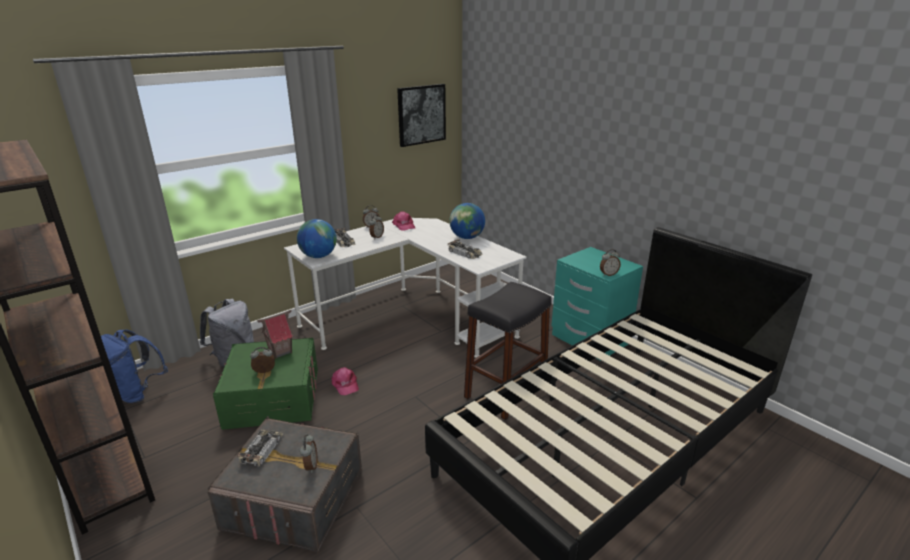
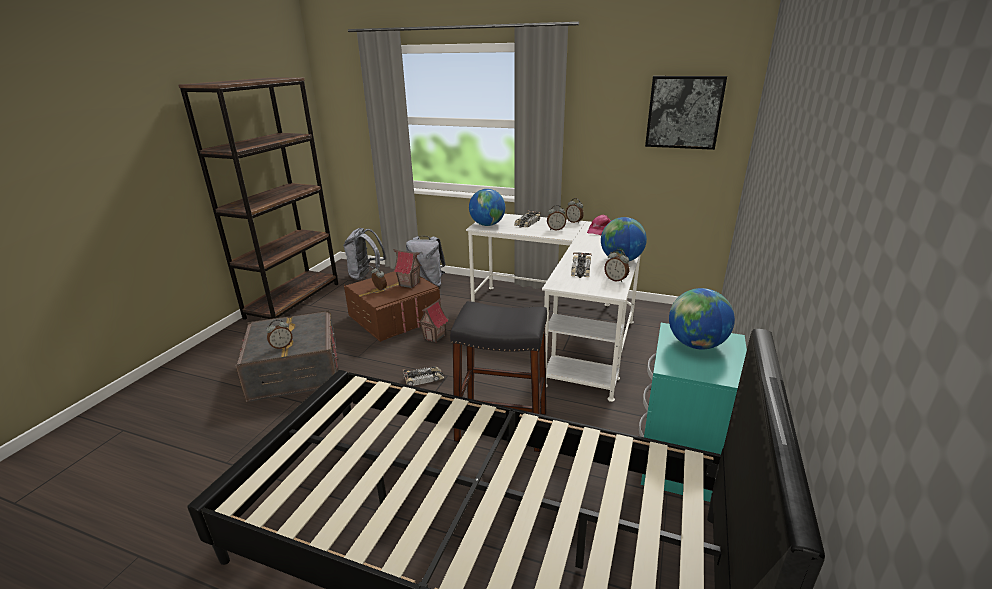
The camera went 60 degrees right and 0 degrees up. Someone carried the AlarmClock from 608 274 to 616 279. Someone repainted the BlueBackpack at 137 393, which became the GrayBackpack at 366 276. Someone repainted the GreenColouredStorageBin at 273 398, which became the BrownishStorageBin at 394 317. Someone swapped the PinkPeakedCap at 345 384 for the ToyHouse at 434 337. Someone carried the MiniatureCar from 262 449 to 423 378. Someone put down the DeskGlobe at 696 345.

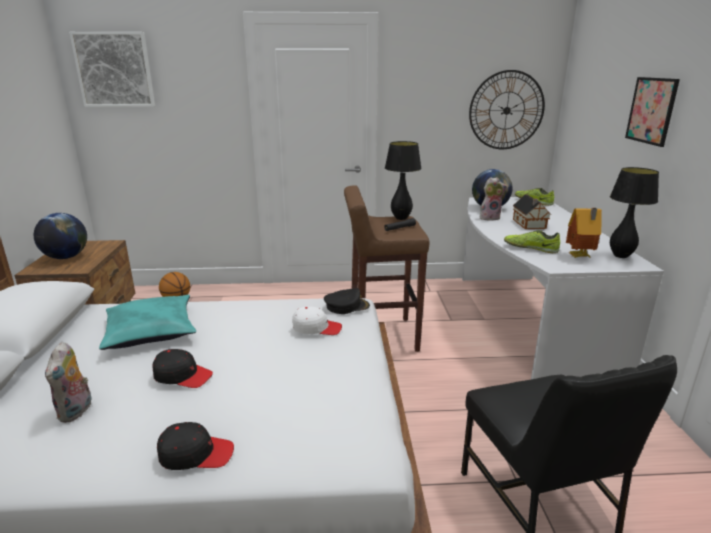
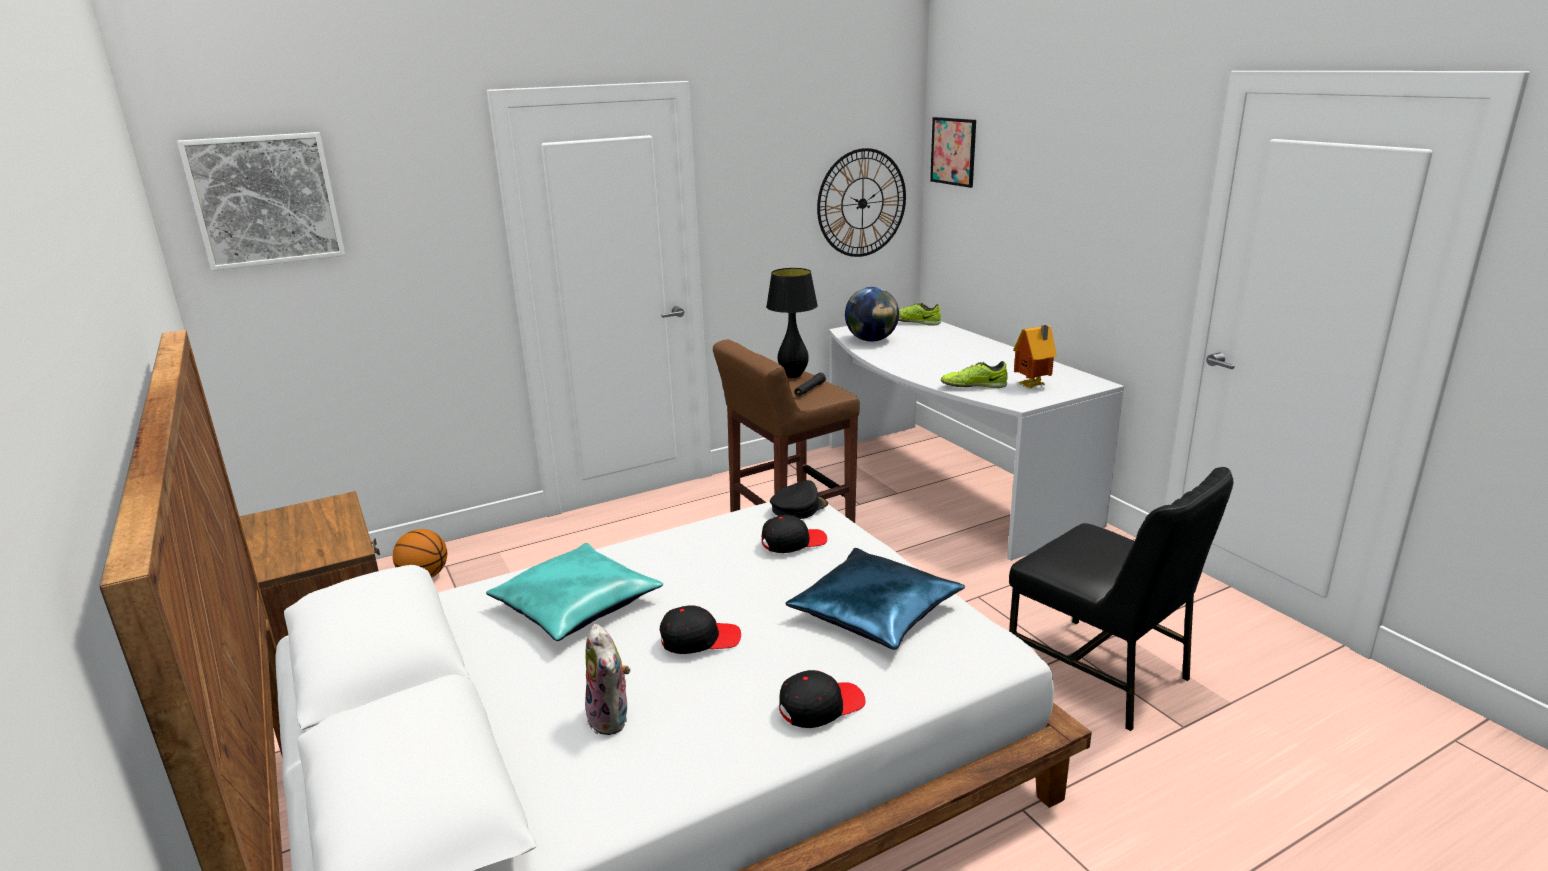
The camera went 25 degrees left and 0 degrees up. Someone carried the WallArt from 651 110 to 953 151. Someone took away the BlackTabletopLamp at 620 256. Someone took away the SoftToy at 490 218. Someone took away the ToyHouse at 529 224. Someone took away the DeskGlobe at 66 257. Someone repainted the WhiteColouredPeakedCap at 316 328, which became the BlackPeakedCap at 793 542. Someone put down the BluePillow at 873 612.

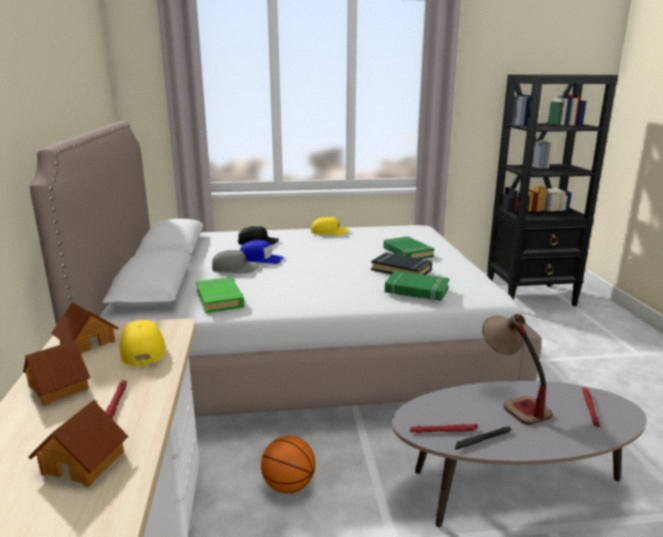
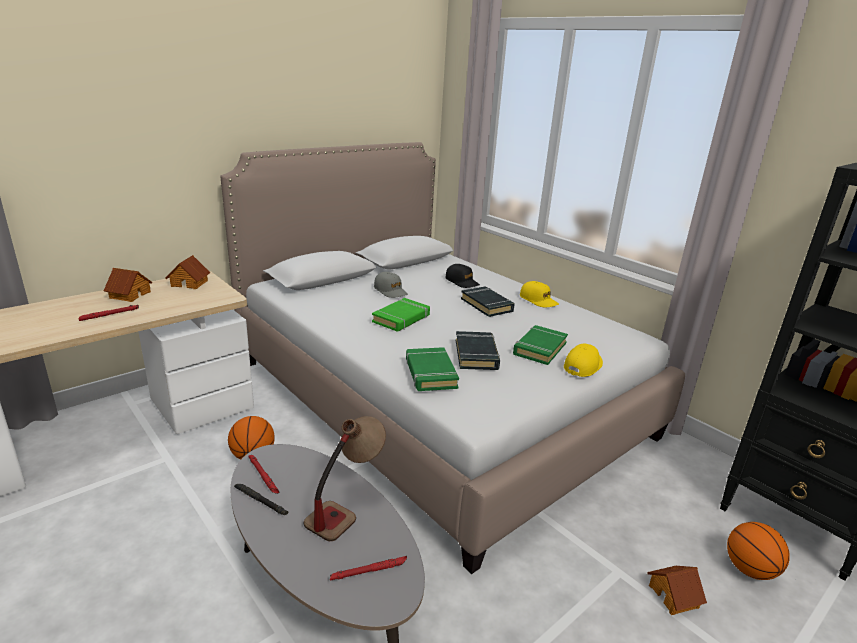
The camera went 55 degrees right and 5 degrees up. Someone took away the BluePeakedCap at 261 259. Someone carried the GreenColouredBoundBook from 220 299 to 401 319. Someone carried the YellowColouredPeakedCap from 142 350 to 583 366. Someone carried the ToyHouse from 84 461 to 674 596. Someone put down the BlackBoundBook at 487 305. Someone put down the BallForBasketball at 749 569.

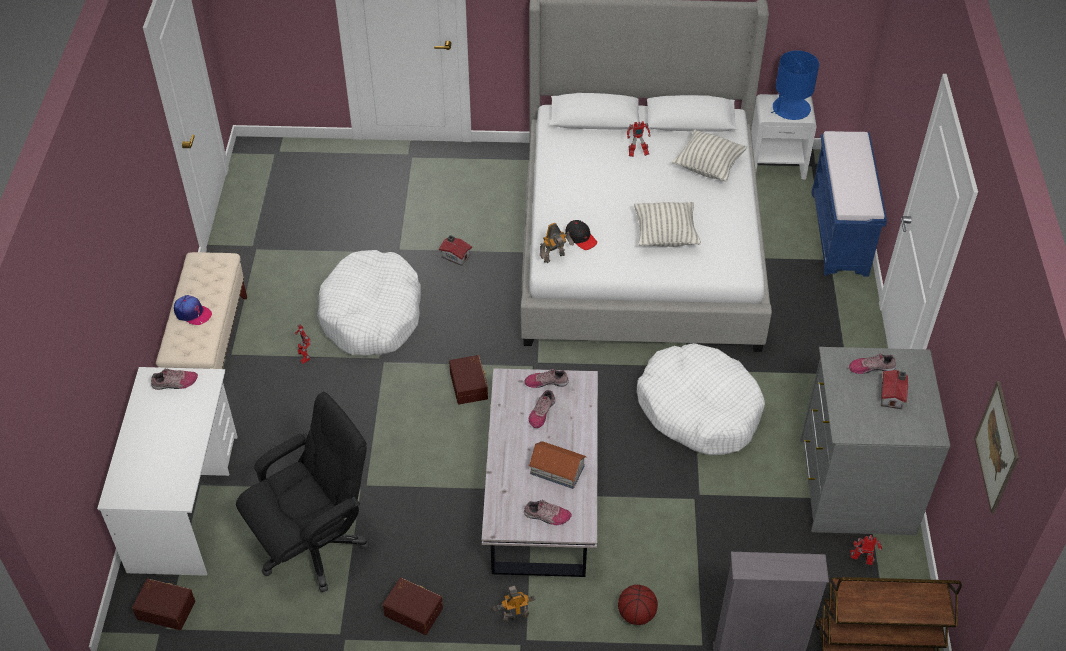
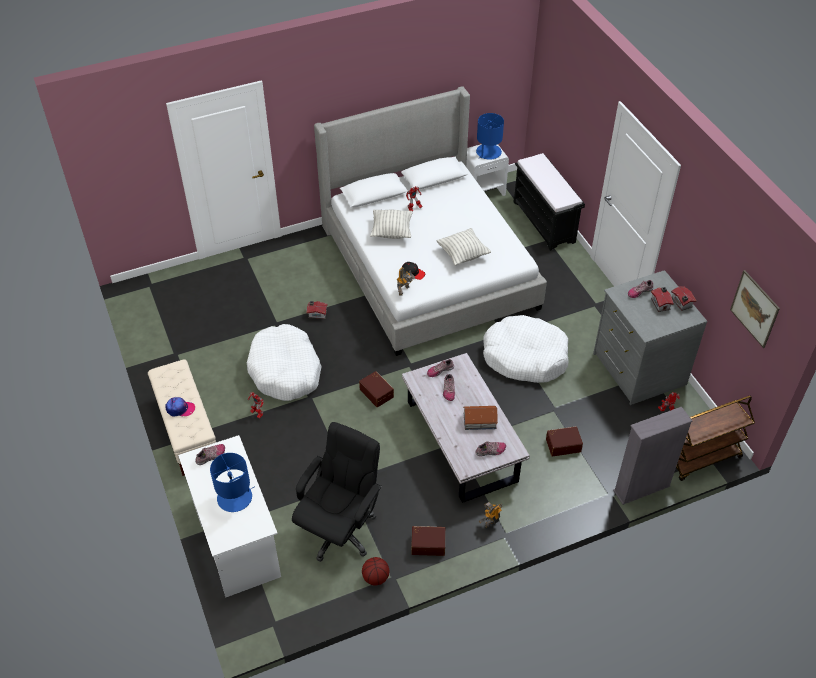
The camera went 25 degrees left and 0 degrees up. Someone carried the Pillow from 708 167 to 392 232. Someone repainted the BlueIndoorBench at 840 234, which became the BlackIndoorBench at 544 222. Someone carried the BrownishStorageBin from 166 608 to 563 444. Someone carried the BallForBasketball from 636 614 to 375 578. Someone put down the ToyHouse at 681 303. Someone put down the BlueTabletopLamp at 235 497.

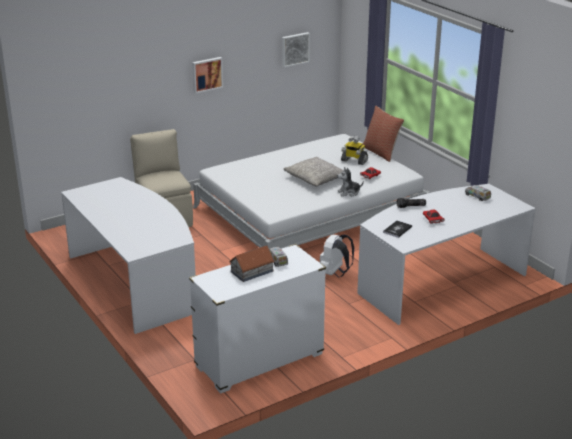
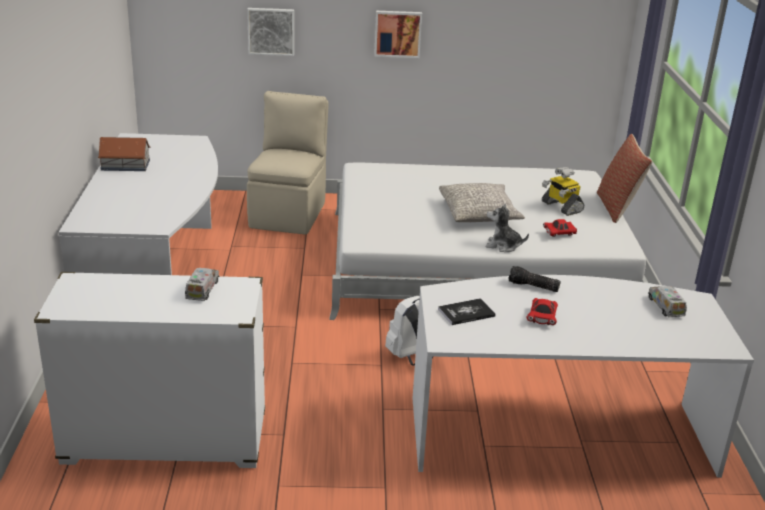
The camera went 30 degrees right and 0 degrees up. Someone carried the WallArt from 294 49 to 271 31. Someone carried the ToyHouse from 251 271 to 125 165.

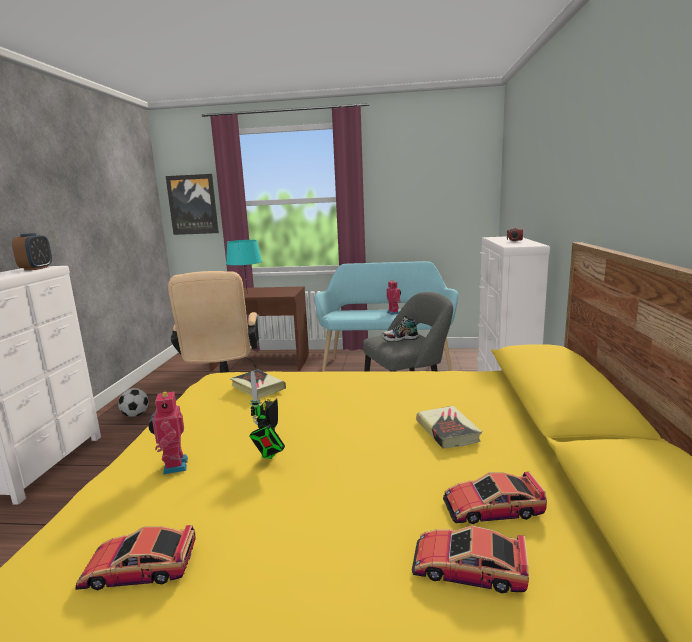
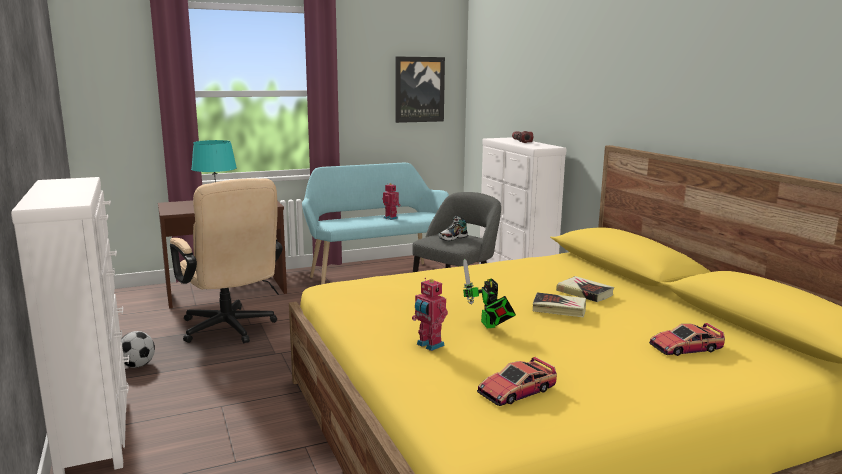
The camera went 30 degrees left and 0 degrees up. Someone carried the WallArt from 193 204 to 419 89. Someone took away the AlarmClock at 36 268. Someone carried the BoundBook from 257 387 to 559 309. Someone took away the MiniatureCar at 492 508.

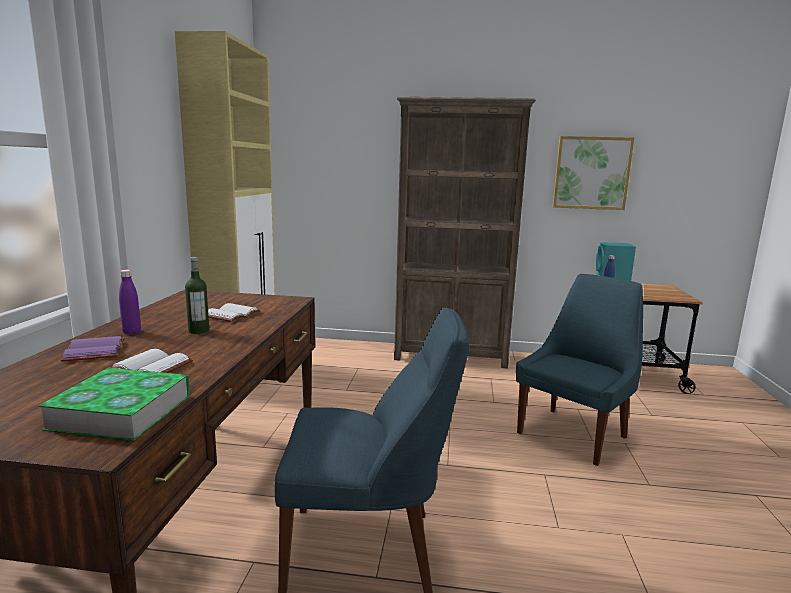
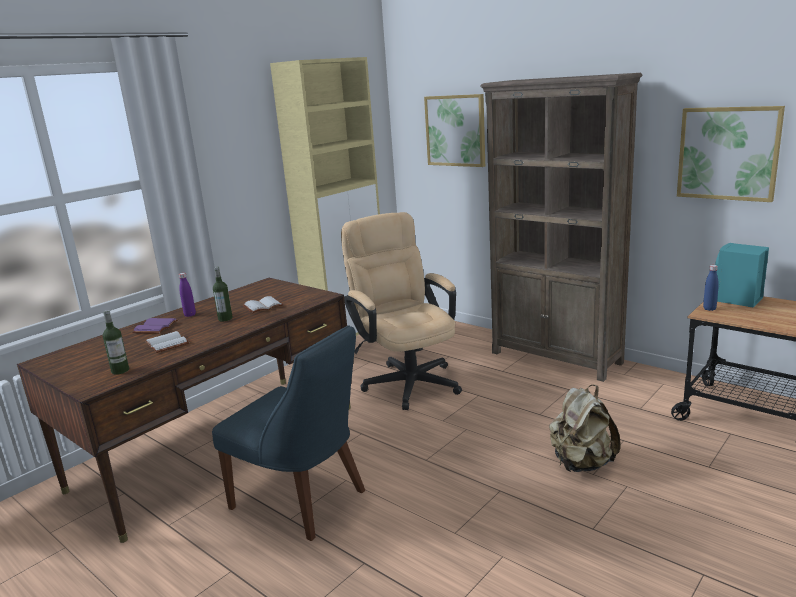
The camera went 35 degrees right and 5 degrees up. Someone swapped the BlueUprightChair at 574 434 for the BeigeColouredBackpack at 581 463. Someone swapped the BoundBook at 122 411 for the Bottle at 120 371. Someone put up the WallArt at 455 130. Someone put down the BeigeColouredOfficeChair at 407 380.

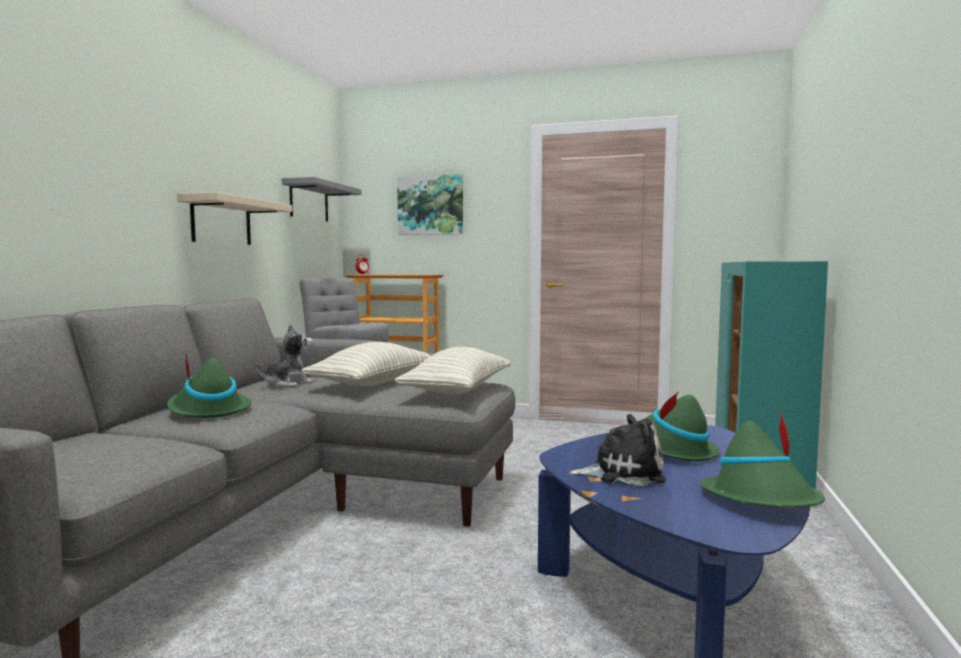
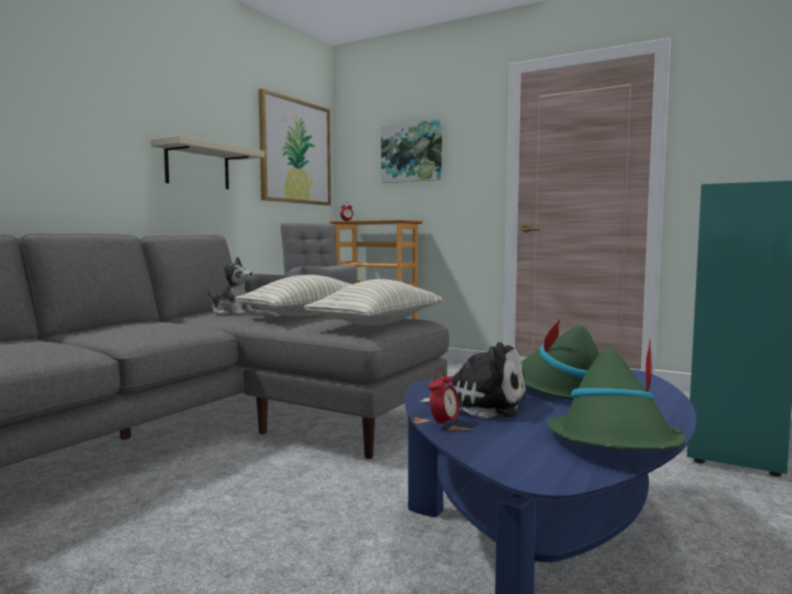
The camera went 15 degrees right and 0 degrees up. Someone swapped the GrayShelf at 309 201 for the WallArt at 295 152. Someone rotated the SoftToy at 287 383 by 45 degrees clockwise. Someone took away the GreenColouredHat at 208 410. Someone put down the AlarmClock at 444 424.

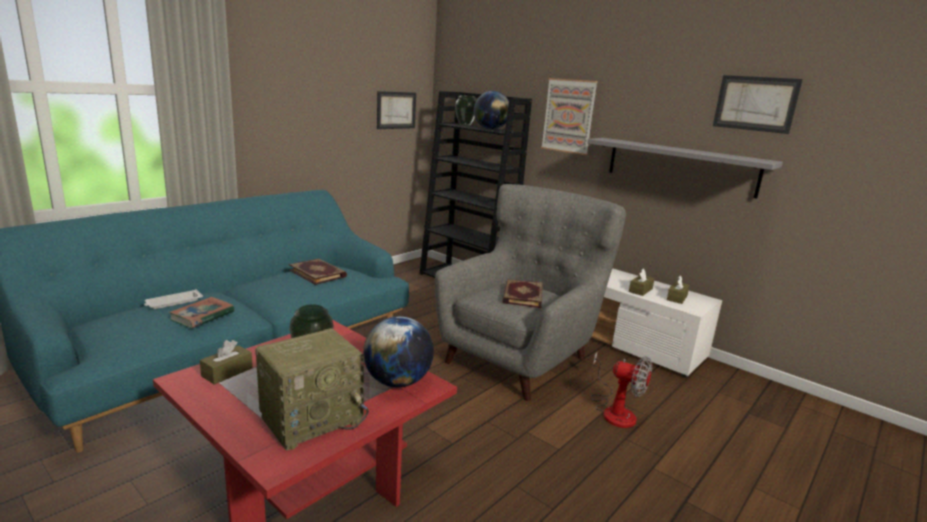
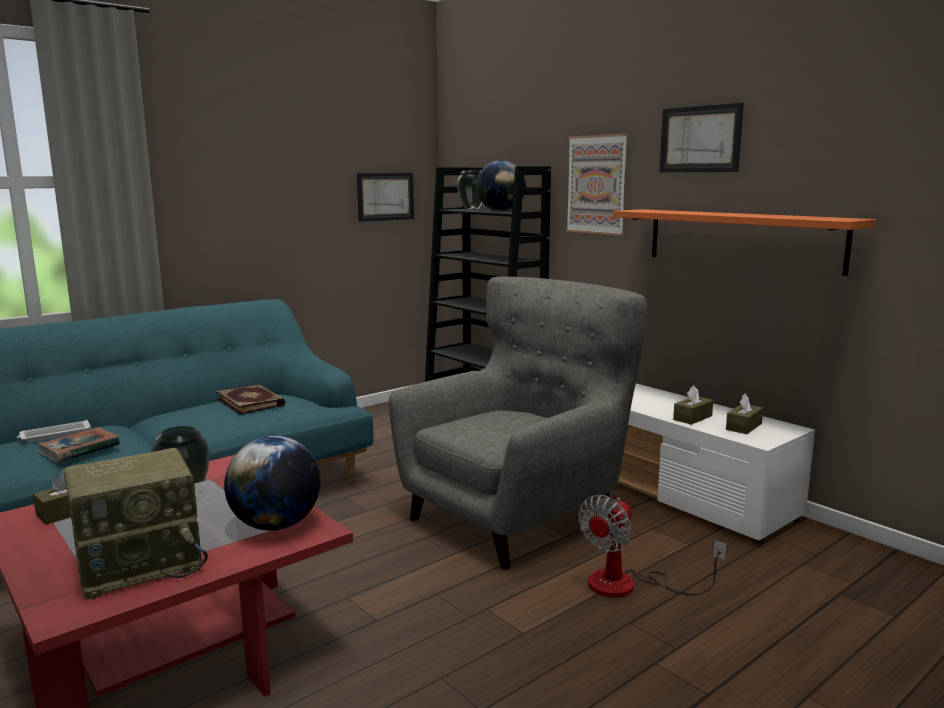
The camera went 10 degrees right and 5 degrees down. Someone carried the WallArt from 755 103 to 700 139. Someone repainted the GrayShelf at 680 166, which became the OrangeShelf at 742 239. Someone took away the BoundBook at 522 295. Someone rotated the Fan at 614 410 by 90 degrees clockwise.

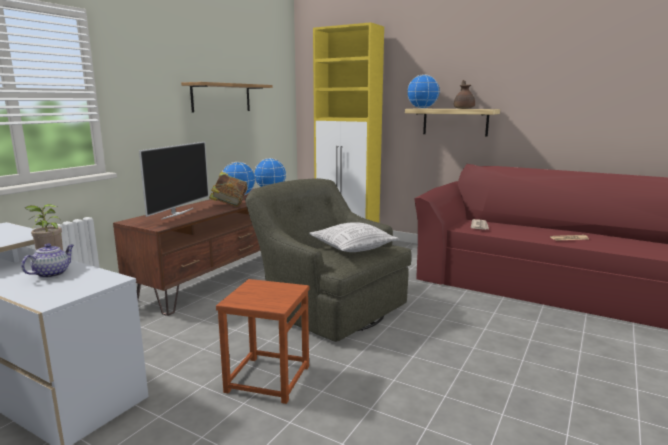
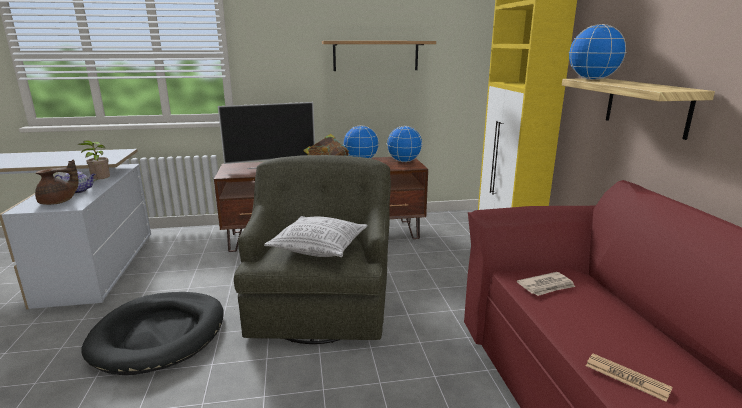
The camera went 50 degrees right and 5 degrees up. Someone carried the BrownishPotForTea from 464 108 to 58 202. Someone swapped the BrownishSittingStool at 267 378 for the BlackDogBed at 159 335.

